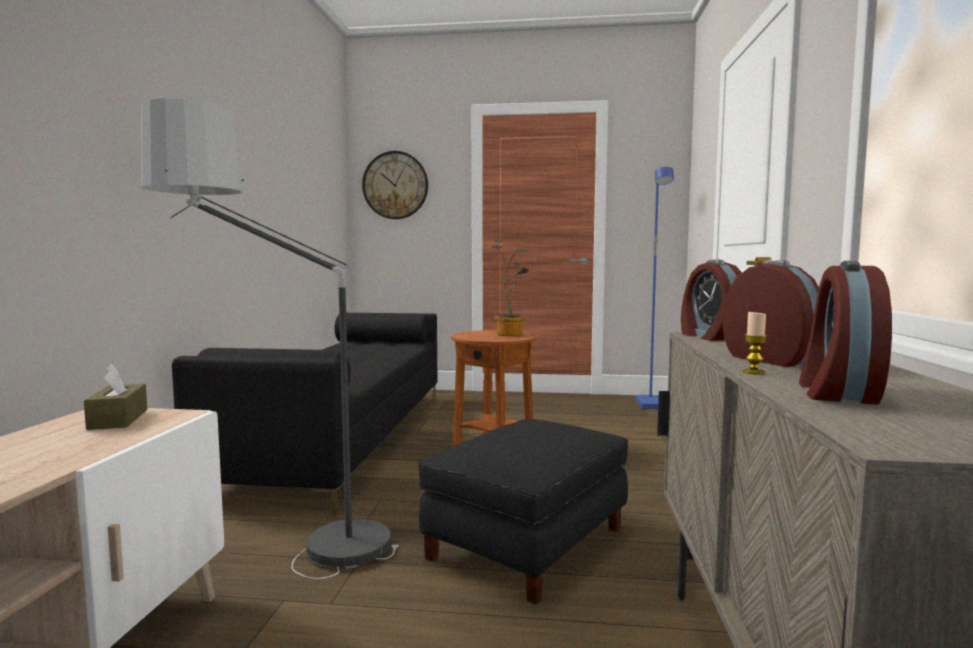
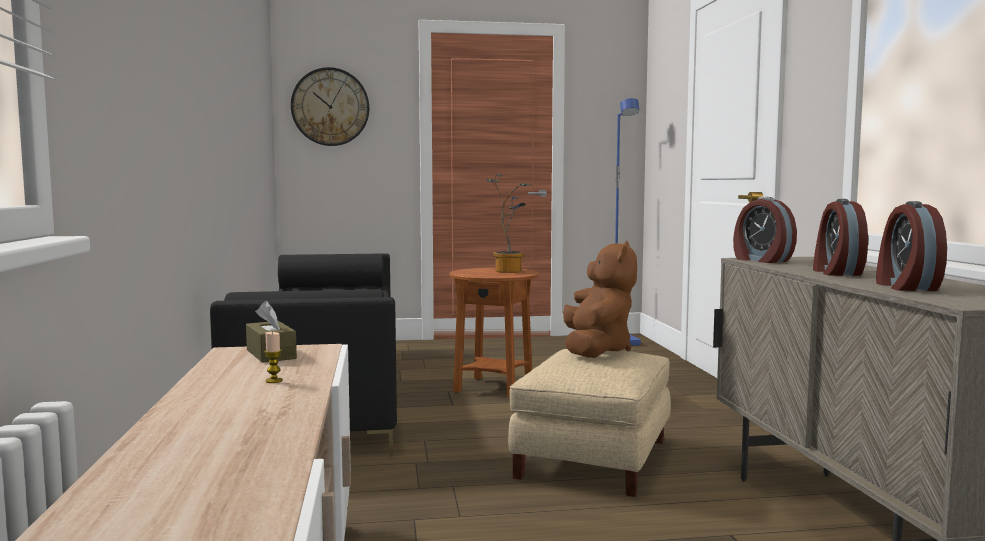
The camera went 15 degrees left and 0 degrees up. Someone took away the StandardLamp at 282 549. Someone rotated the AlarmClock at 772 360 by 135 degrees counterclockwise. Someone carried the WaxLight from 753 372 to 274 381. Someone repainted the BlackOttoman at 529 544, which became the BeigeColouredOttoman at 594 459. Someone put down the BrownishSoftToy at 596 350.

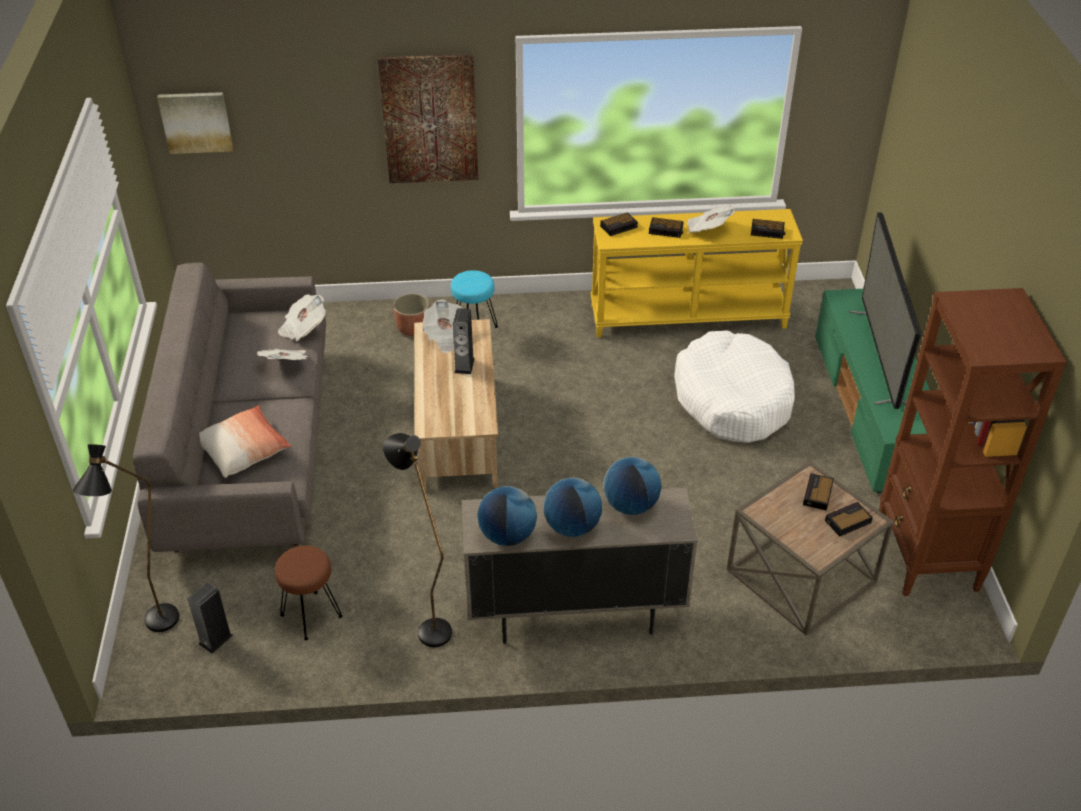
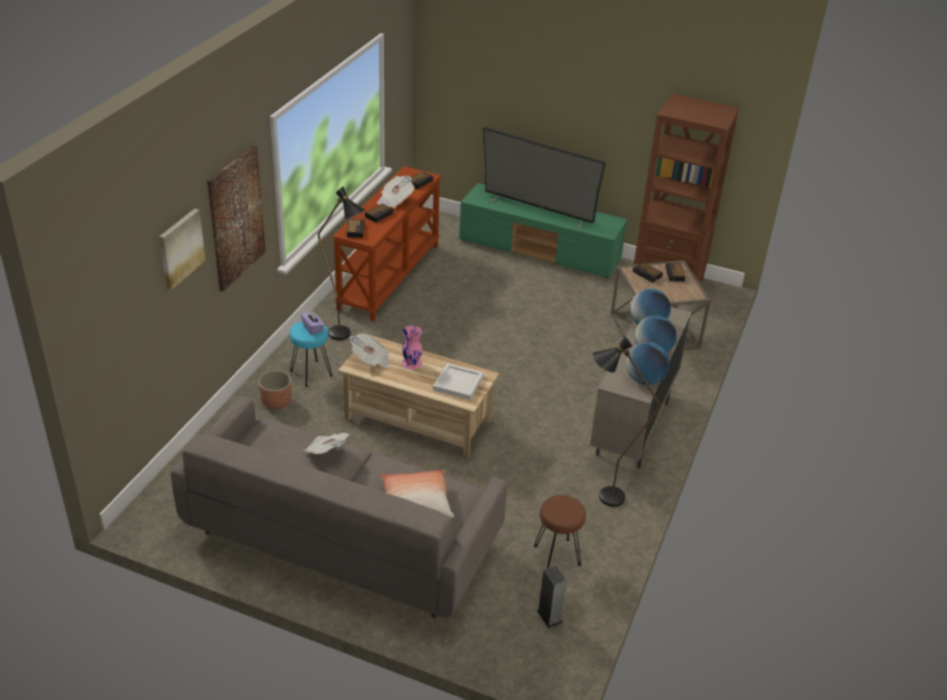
The camera went 65 degrees left and 5 degrees down. Someone carried the WallArt from 196 122 to 180 248. Someone repainted the YellowColouredHallTable at 688 316, which became the BrownishHallTable at 388 276. Someone took away the DailyPaper at 303 328. Someone swapped the AudioSpeaker at 464 365 for the PinkFlowerVase at 412 363. Someone took away the WhiteColouredDogBed at 732 399. Someone carried the BlackStandardLamp from 157 629 to 345 336. Someone put down the PurpleColouredBoxOfTissues at 313 328. Someone put down the WhiteColouredCarryingTray at 458 384.

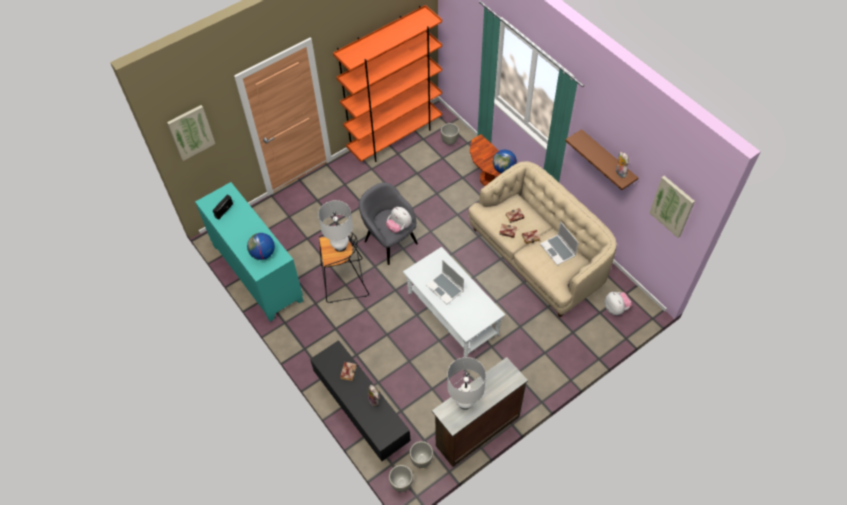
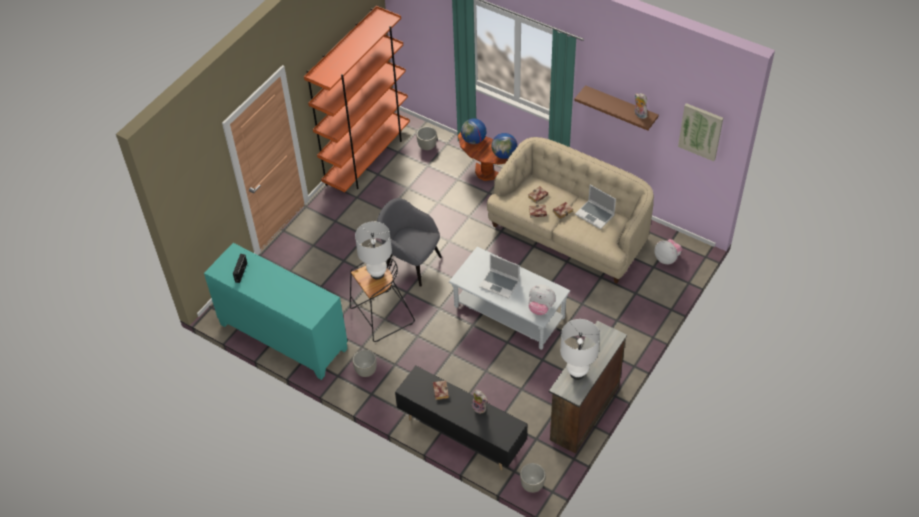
The camera went 20 degrees left and 5 degrees down. Someone took away the WallArt at 191 132. Someone carried the SoftToy from 399 227 to 540 308. Someone carried the DeskGlobe from 263 254 to 473 140. Someone carried the GrayPlantPot from 421 459 to 366 371.

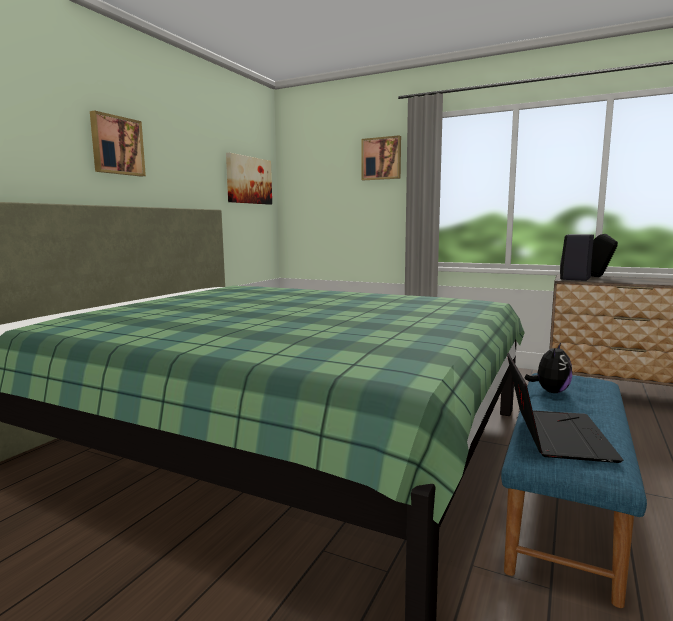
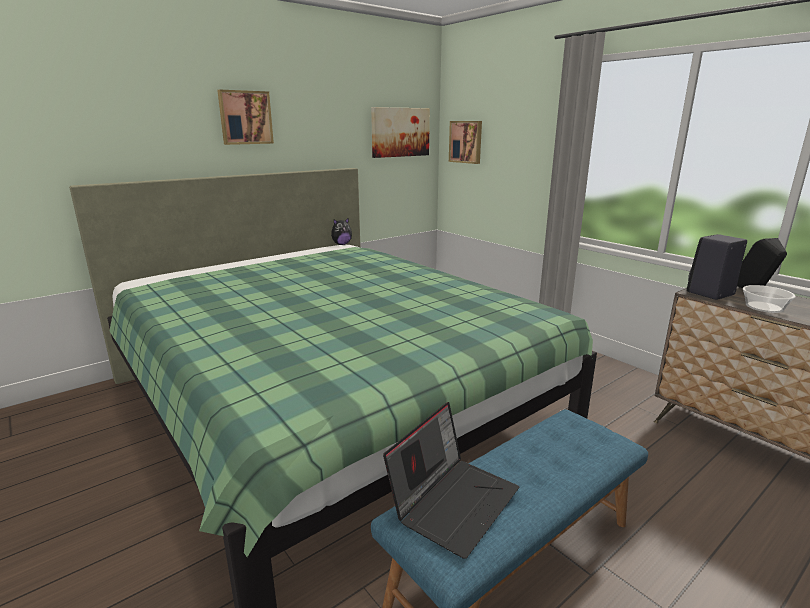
The camera went 25 degrees right and 10 degrees up. Someone carried the WallArt from 381 158 to 466 142. Someone carried the SoftToy from 550 391 to 341 244. Someone put down the DeepDish at 763 307.

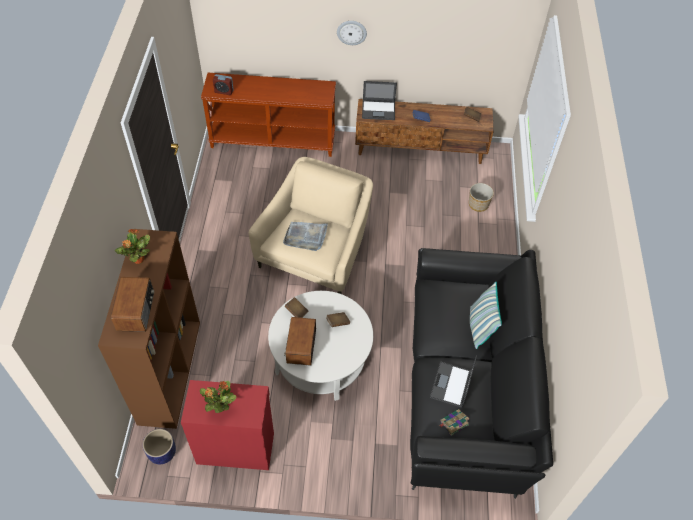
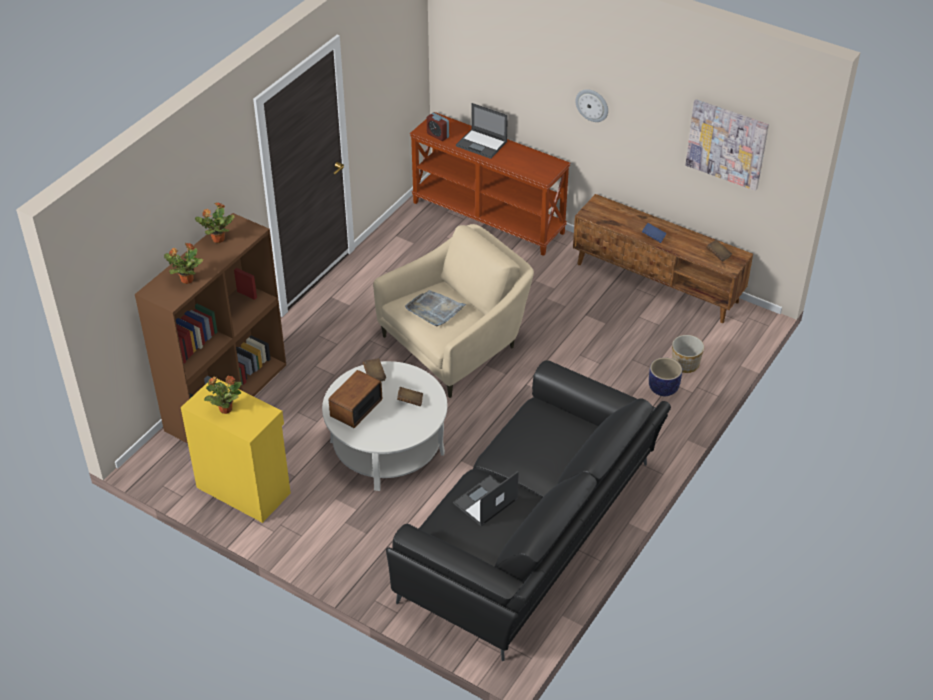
The camera went 30 degrees right and 10 degrees down. Someone carried the PortableComputer from 379 110 to 482 144. Someone swapped the RadioSet at 136 311 for the PottedPlant at 186 280. Someone took away the Pillow at 479 327. Someone repainted the ReddishStorageCabinet at 235 447, which became the YellowColouredStorageCabinet at 244 489. Someone took away the BoundBook at 453 423. Someone carried the PlantPot from 163 453 to 663 388. Someone put up the WallArt at 727 144.

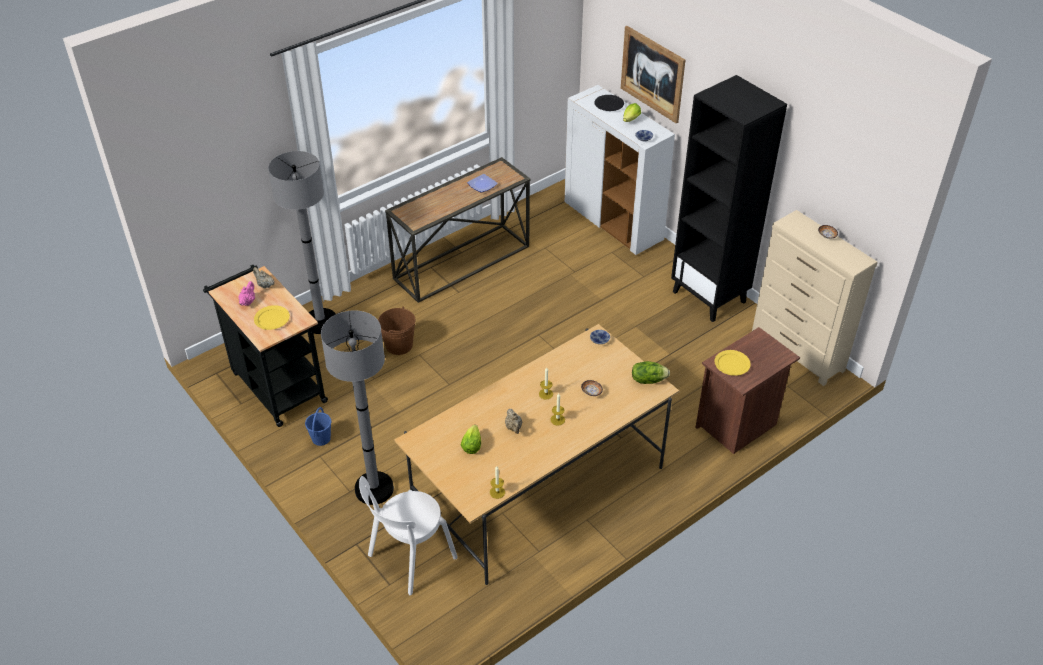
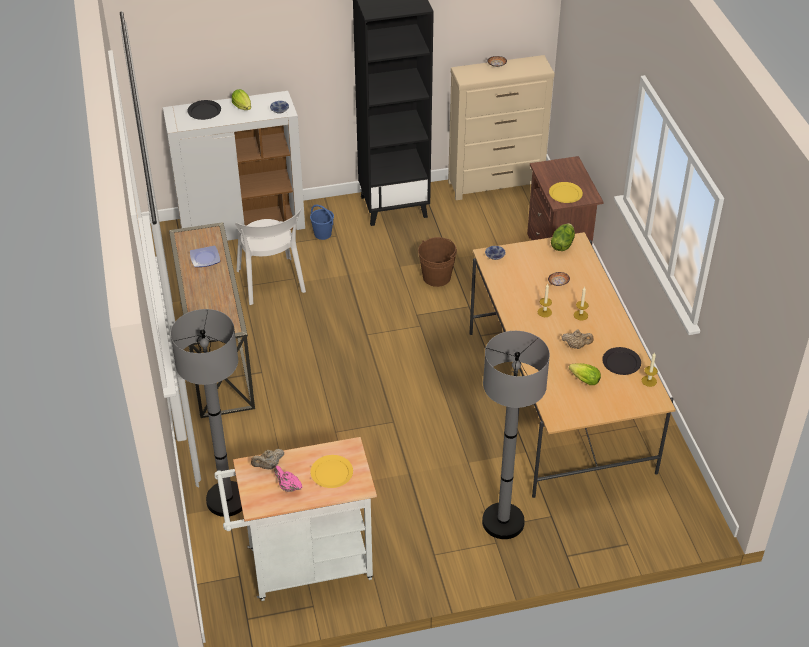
The camera went 65 degrees left and 0 degrees up. Someone took away the WallArt at 652 74. Someone repainted the BlackCart at 275 384, which became the WhiteColouredCart at 302 566. Someone carried the BrownishPail from 399 345 to 436 277. Someone carried the BluePail from 321 438 to 322 234. Someone carried the WhiteColouredUprightChair from 409 558 to 271 283. Someone put down the BlackFlatDish at 621 363.

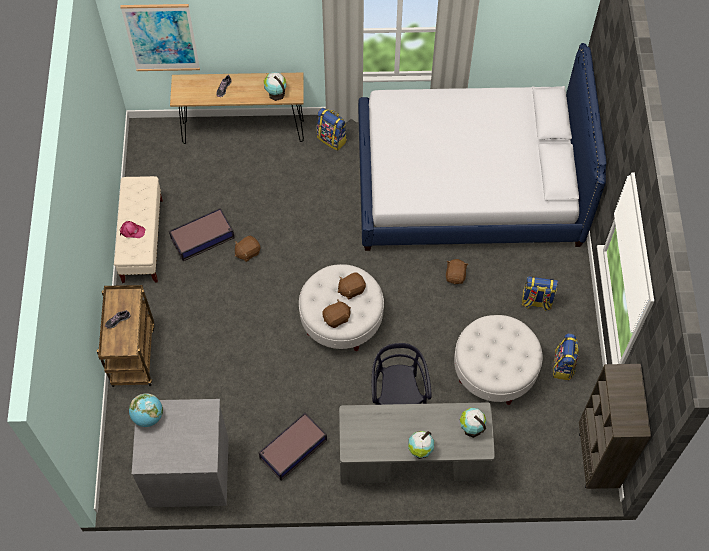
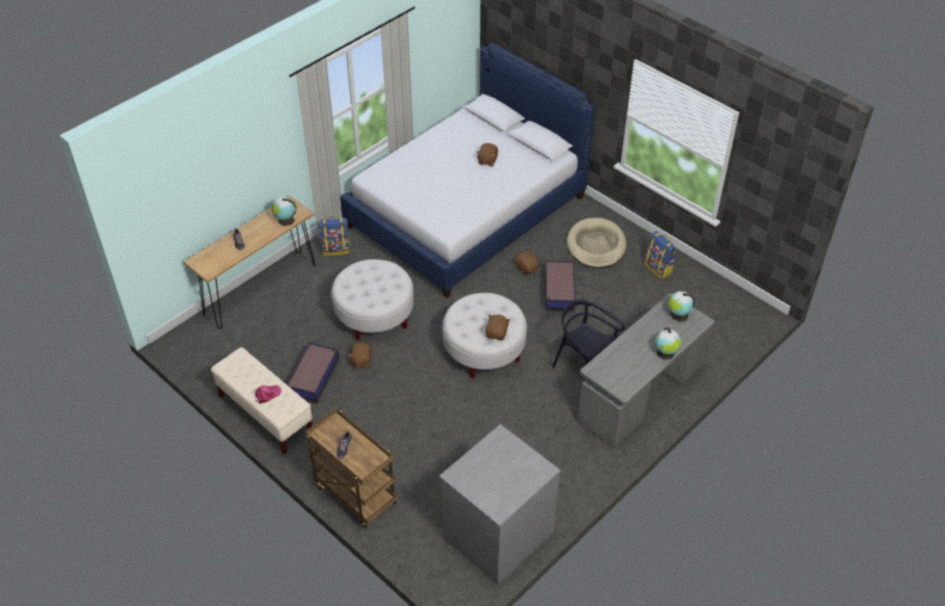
The camera went 45 degrees left and 15 degrees down. Someone took away the WallArt at 161 37. Someone carried the BrownishSoftToy from 351 289 to 487 161. Someone swapped the Backpack at 536 301 for the BeigeColouredDogBed at 596 246. Someone carried the WhiteColouredOttoman from 494 371 to 374 316. Someone took away the BrownishShelvingUnit at 596 461. Someone took away the DeskGlobe at 148 416. Someone carried the StorageBin from 292 449 to 558 291.

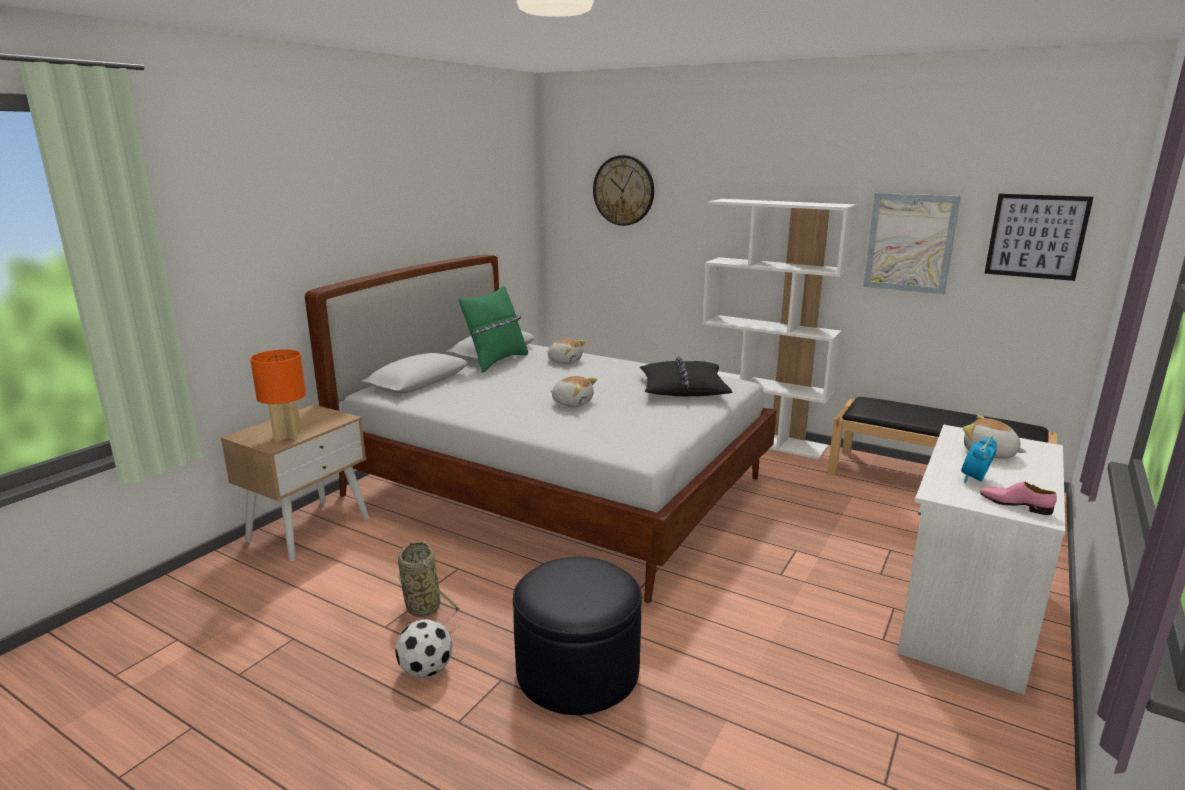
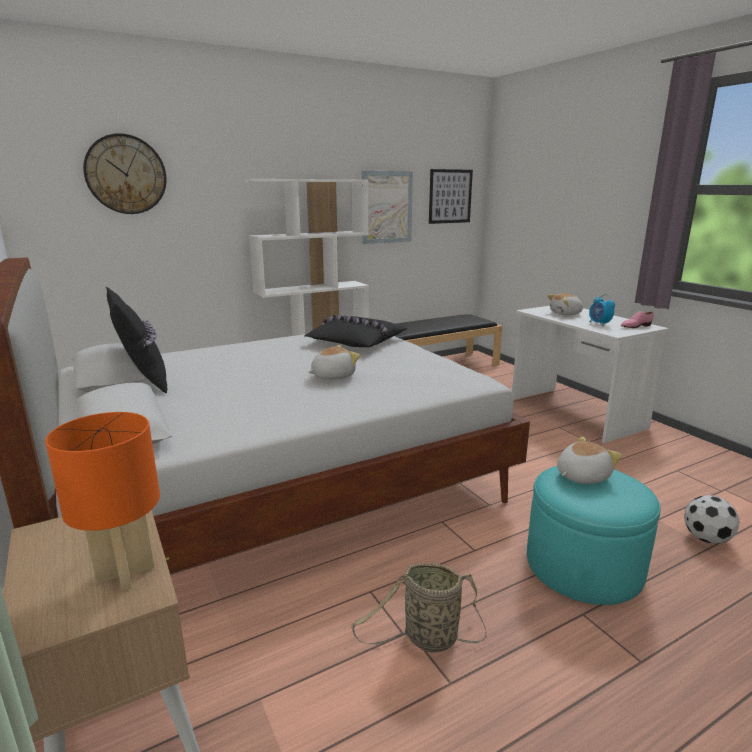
The camera went 60 degrees left and 0 degrees up. Someone repainted the GreenColouredPillow at 496 361, which became the BlackPillow at 142 381. Someone carried the SoftToy from 565 361 to 581 476. Someone repainted the BlackOttoman at 577 671, which became the TurquoiseColouredOttoman at 584 565. Someone carried the BallForFootball from 425 670 to 706 538.

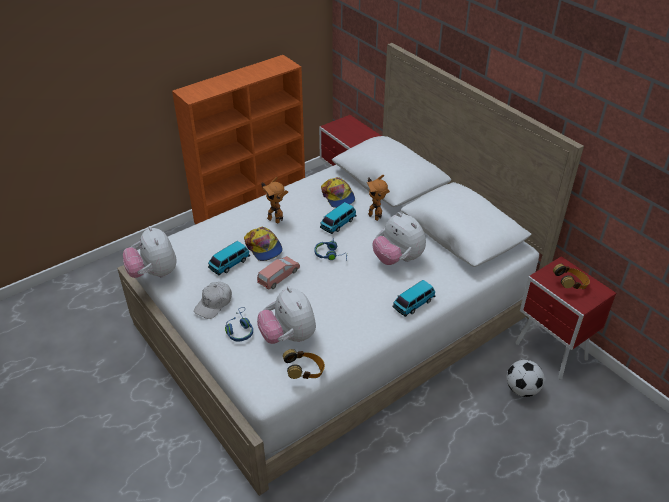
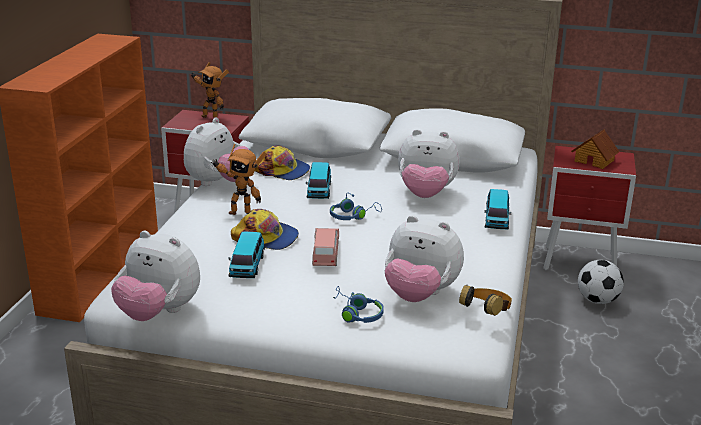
The camera went 40 degrees left and 15 degrees down. Someone carried the RobotFigure from 375 216 to 210 116. Someone swapped the PairOfHeadphones at 570 285 for the ToyHouse at 594 160. Someone took away the WhiteColouredPeakedCap at 214 304. Someone put down the SoftToy at 218 183.

